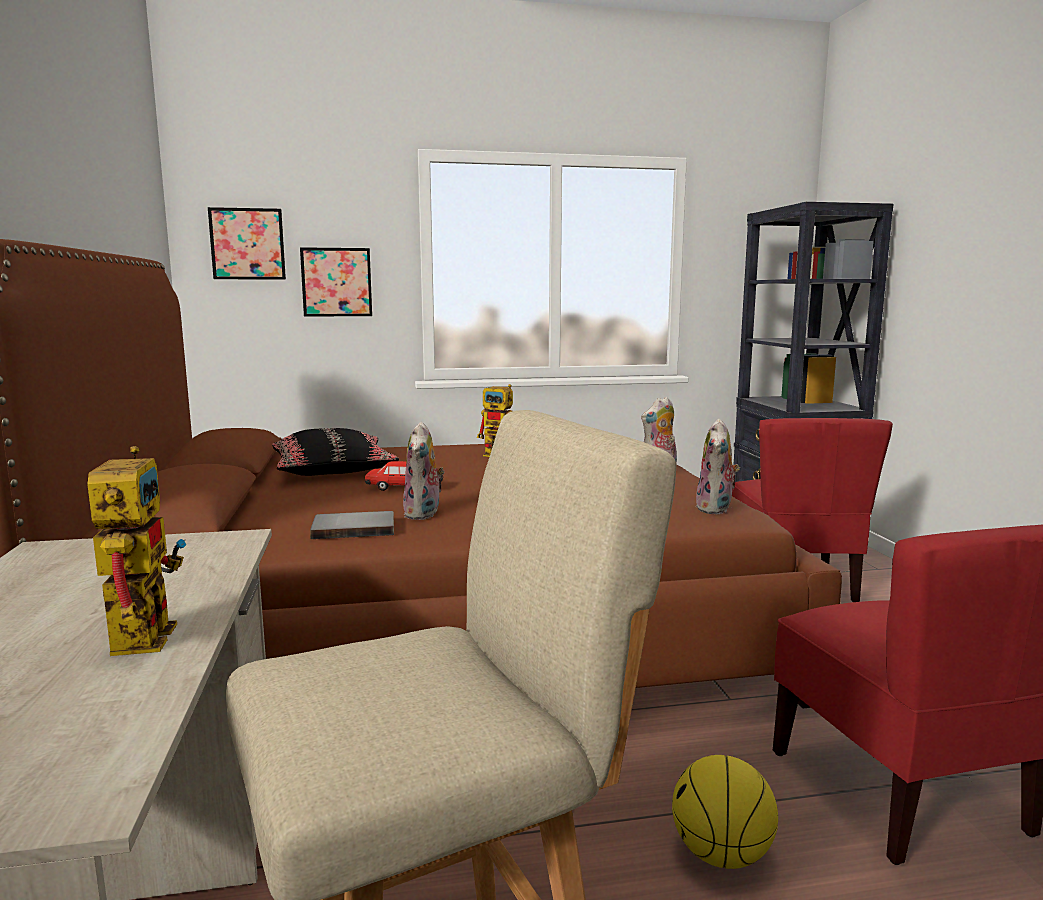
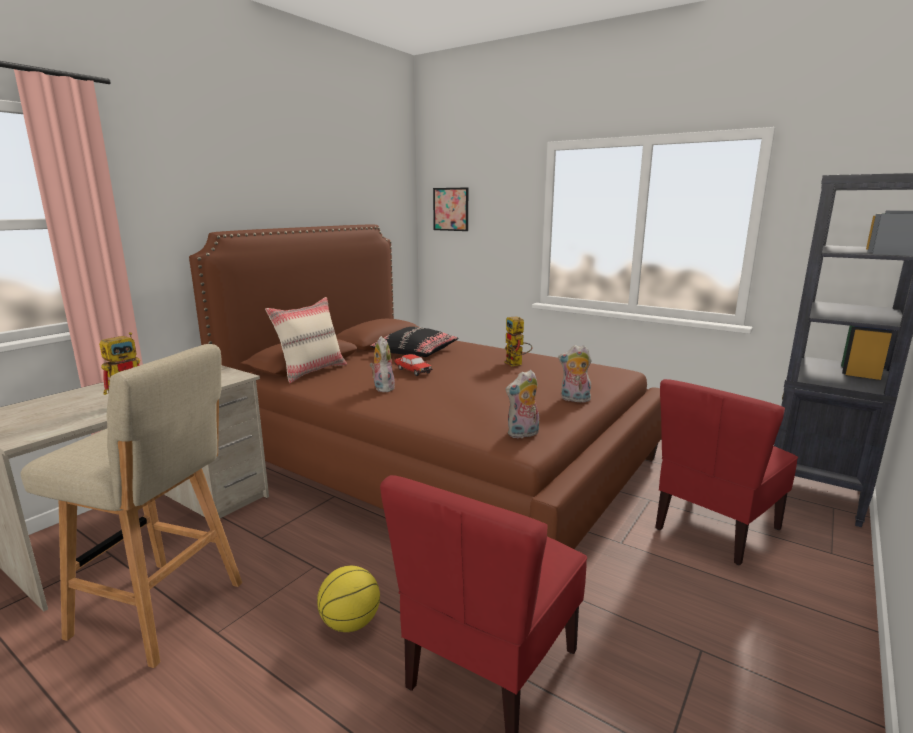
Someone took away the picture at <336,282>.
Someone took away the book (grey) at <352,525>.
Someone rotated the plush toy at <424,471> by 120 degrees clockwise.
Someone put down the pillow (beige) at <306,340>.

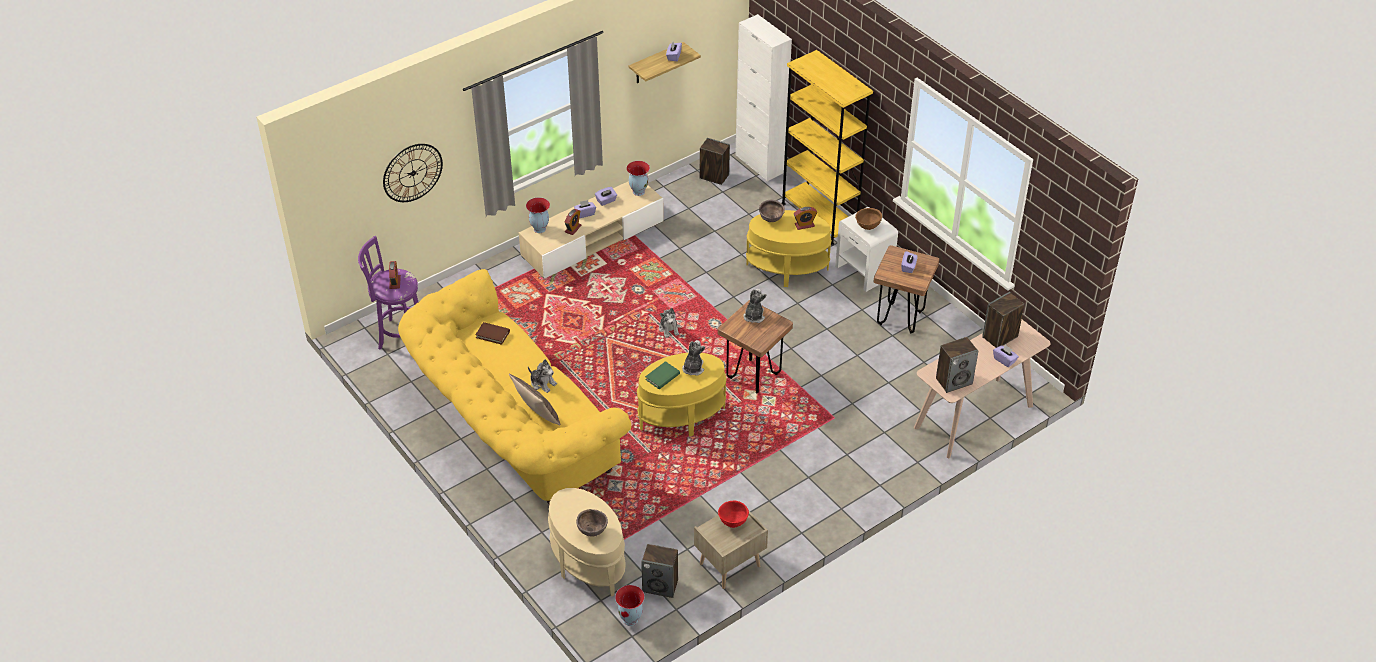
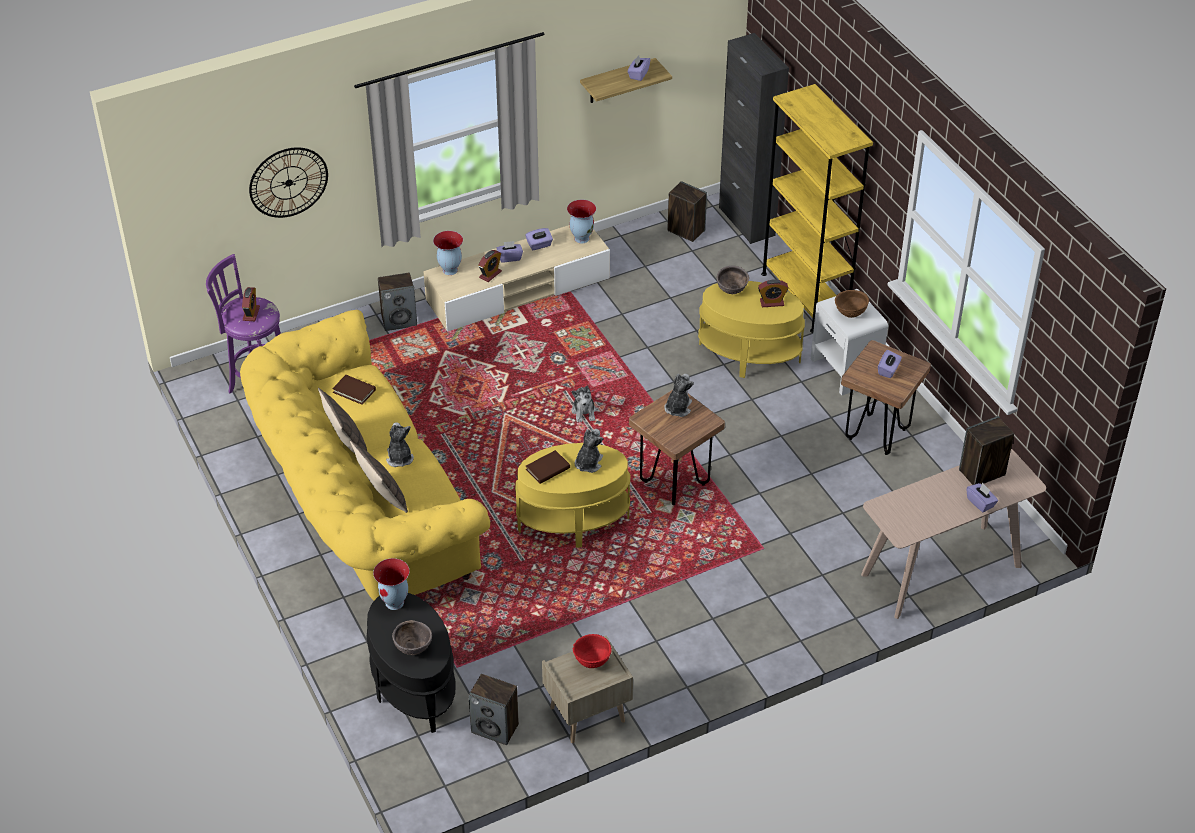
Someone rotated the plush toy at <542,376> by 150 degrees counterclockwise.
Someone repainted the side table (beige) at <587,542>, which became the side table (black) at <411,663>.
Someone carried the vase from <630,605> to <391,584>.
Someone repainted the book (green) at <662,375>, which became the book (brown) at <548,467>.
Someone repainted the cabinet (white) at <763,97>, which became the cabinet (black) at <754,138>.
Someone carried the speaker from <957,365> to <397,301>.
Someone put down the pillow at <342,421>.

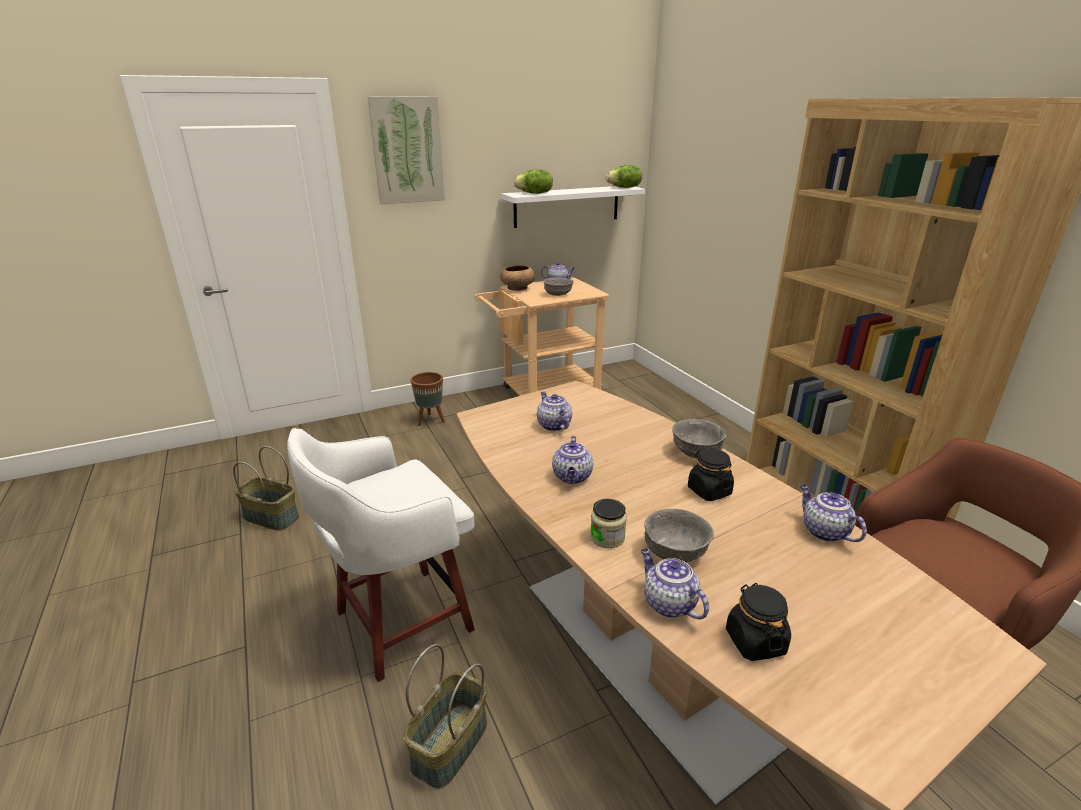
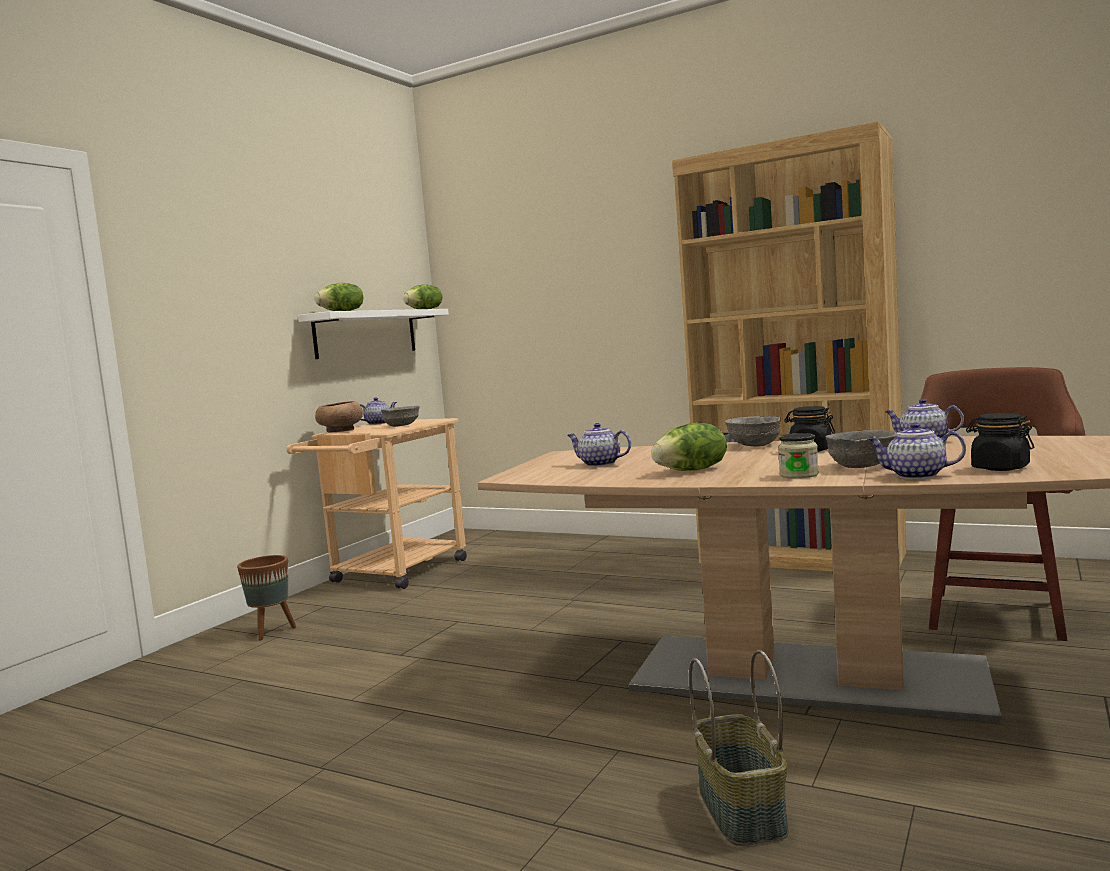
Someone took away the basket at <266,488>.
Someone took away the stool (white) at <381,555>.
Someone took away the picture at <406,150>.
Someone swapped the teapot at <572,460> for the lettuce at <689,446>.

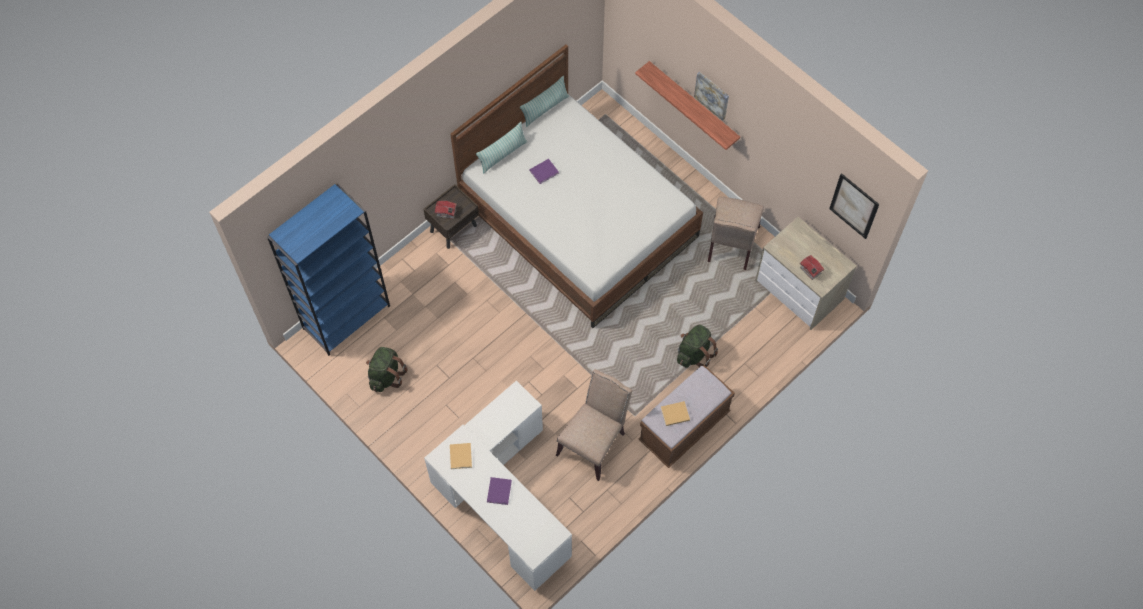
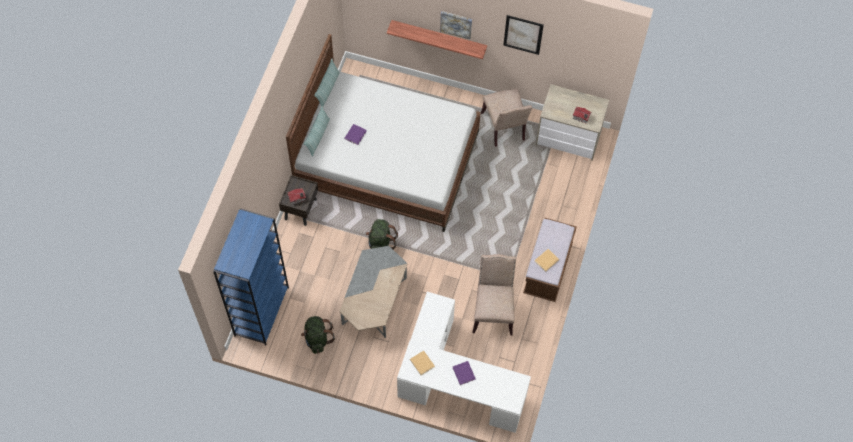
Someone carried the backpack (green) from <697,346> to <382,234>.
Someone carried the picture from <854,206> to <523,35>.
Someone put down the coffee table (grey) at <373,292>.

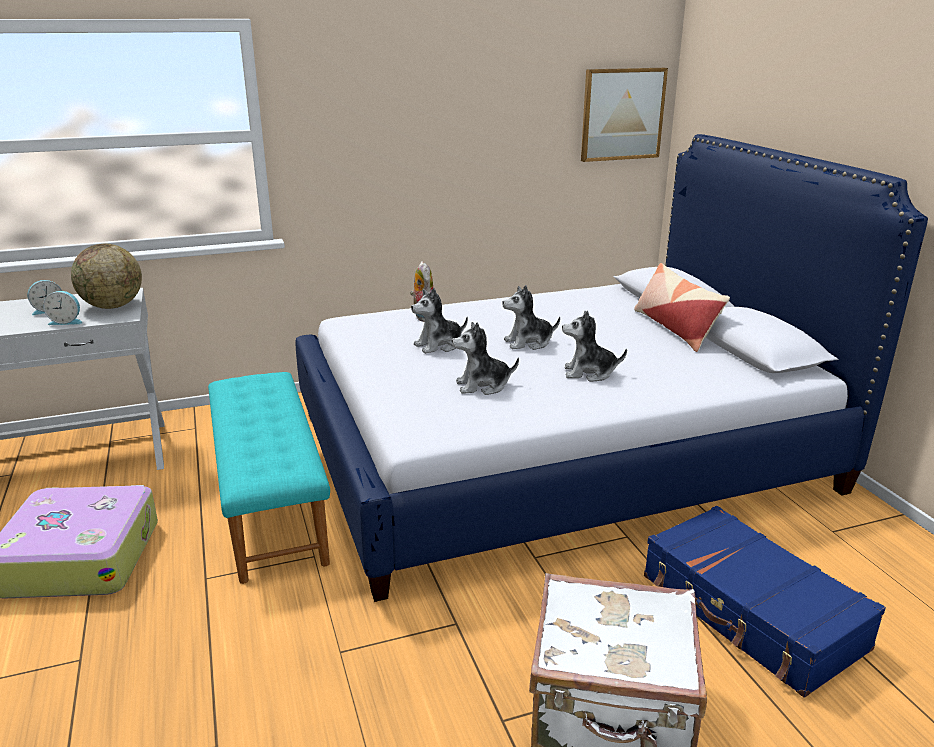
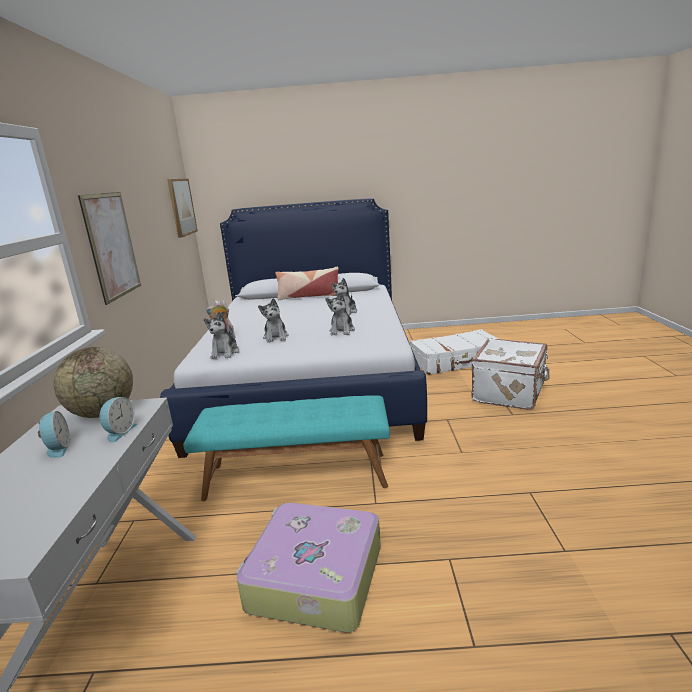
Someone carried the plush toy from <531,317> to <221,335>.
Someone repainted the suitcase (blue) at <765,602>, which became the suitcase (white) at <454,352>.
Someone put up the picture at <109,248>.

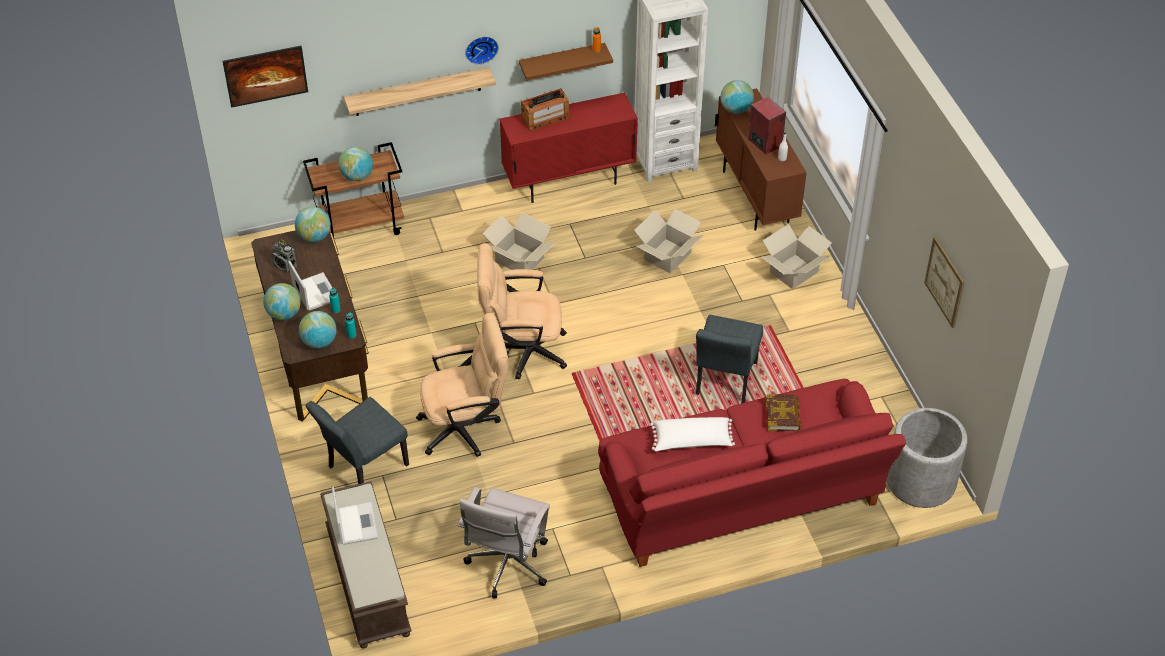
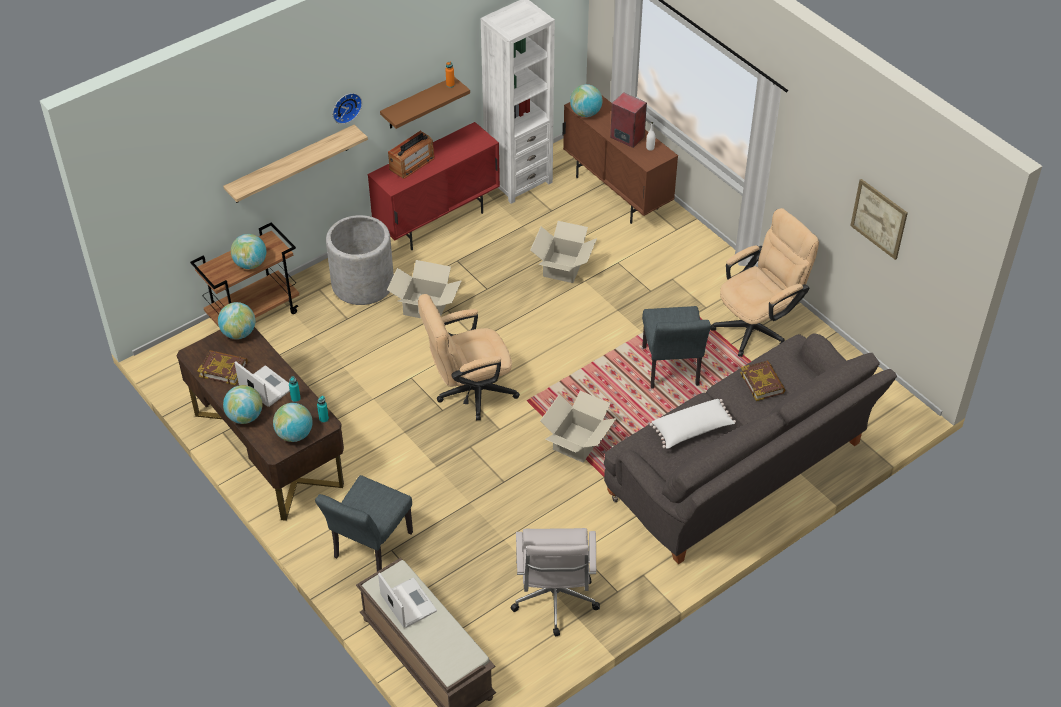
Someone took away the picture at <265,77>.
Someone swapped the radio at <284,256> for the book at <222,367>.
Someone carried the office chair (beige) from <462,385> to <765,282>.
Someone repainted the sofa (red) at <752,473>, which became the sofa (grey) at <750,448>.
Someone carried the cardboard box from <797,256> to <578,427>.
Someone carried the planter (grey) from <927,458> to <360,260>.

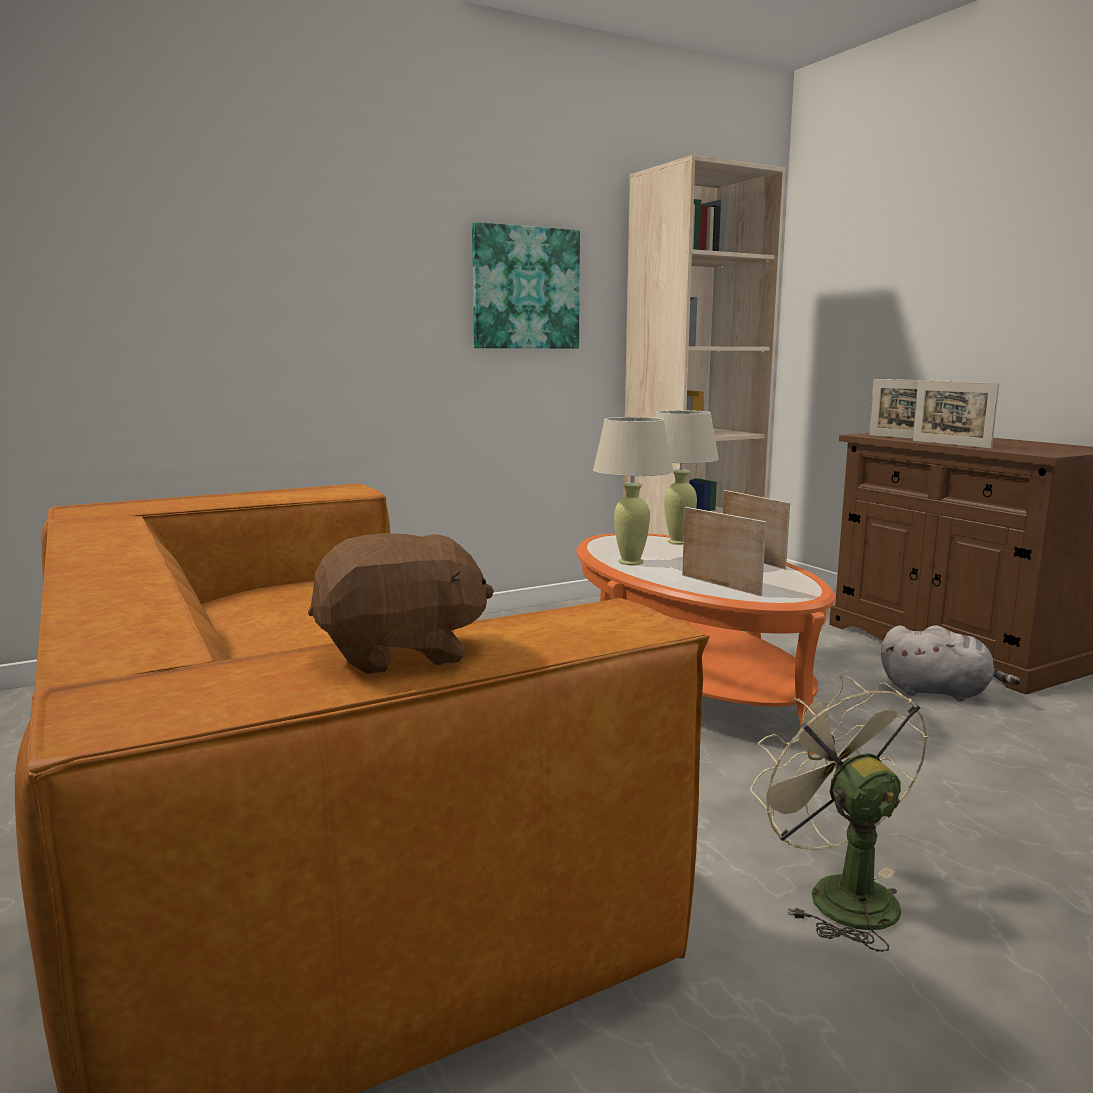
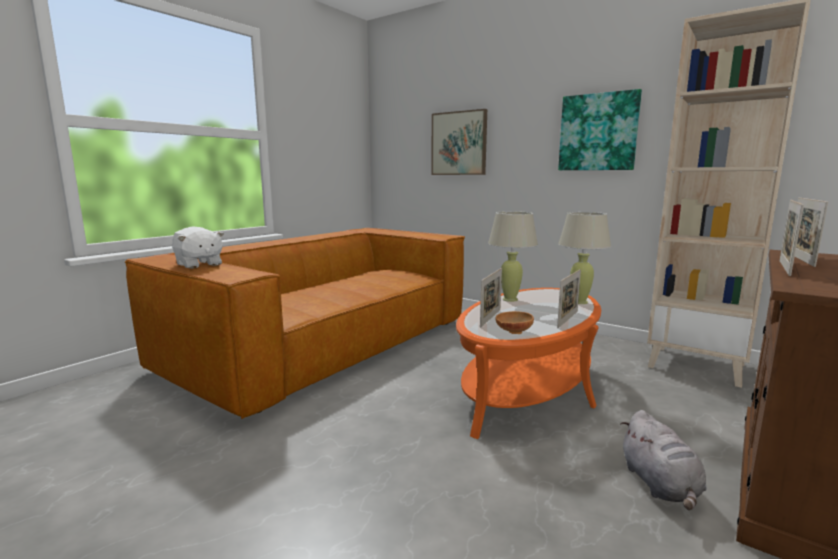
Someone repainted the plush toy (brown) at <401,603>, which became the plush toy (white) at <198,247>.
Someone took away the fan (beige) at <839,813>.
Someone put up the picture at <459,142>.
Someone put down the bowl (brown) at <514,322>.

